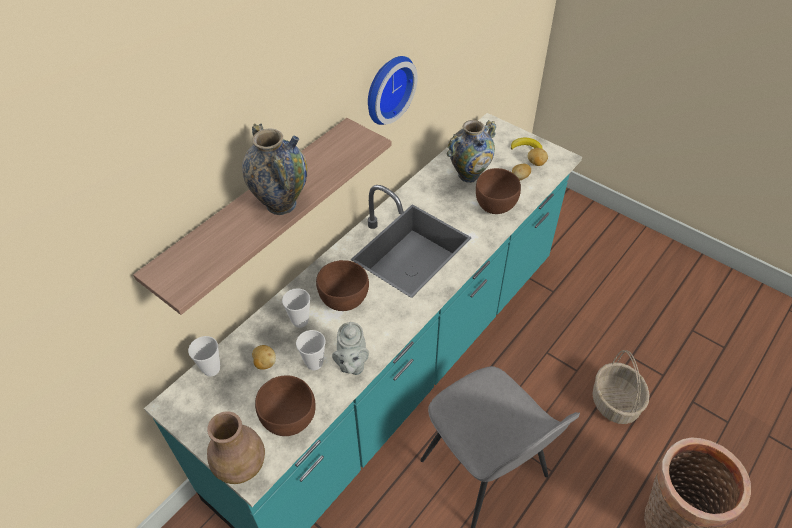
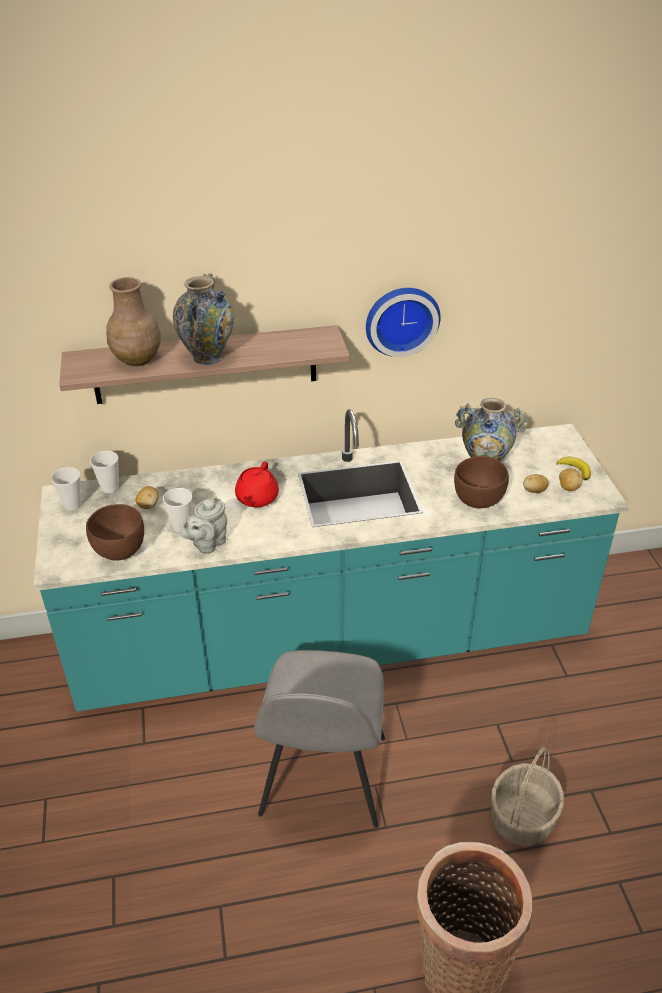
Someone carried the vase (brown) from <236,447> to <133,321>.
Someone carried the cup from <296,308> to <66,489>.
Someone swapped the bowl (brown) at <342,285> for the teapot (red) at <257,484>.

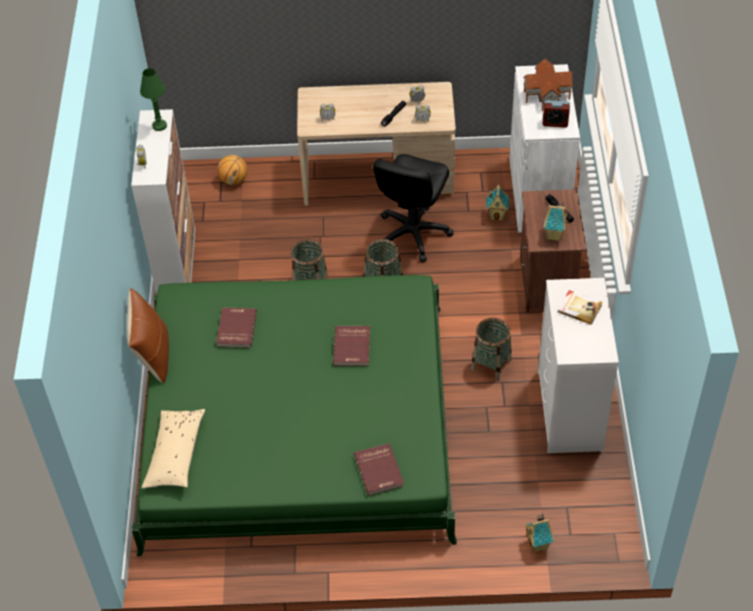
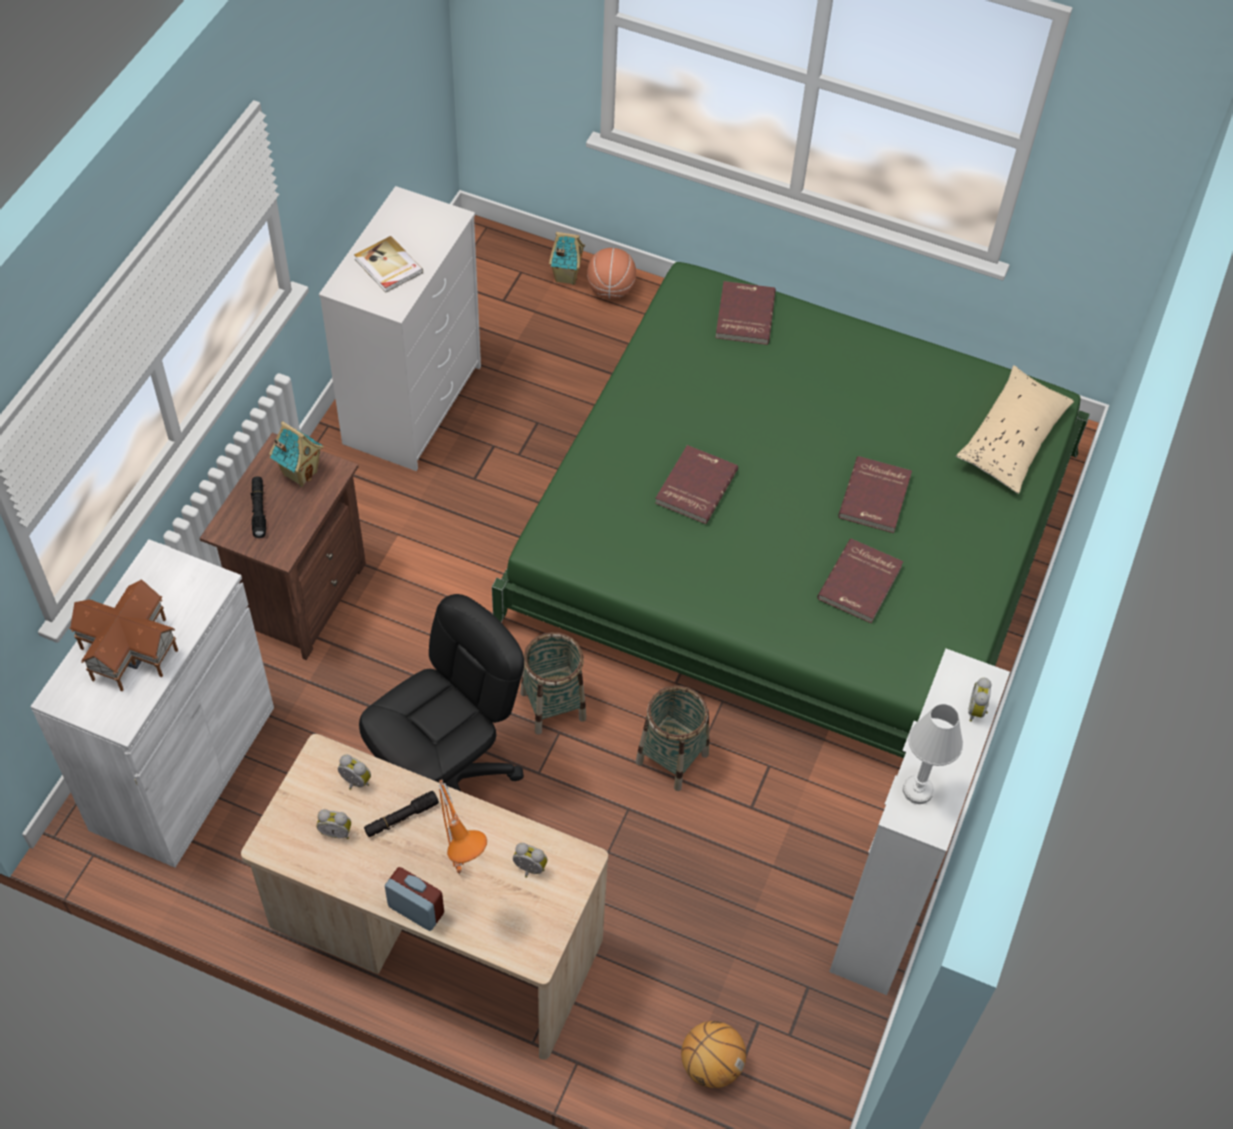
Someone took away the pillow (brown) at <148,336>.
Someone repainted the table lamp (green) at <153,99>, which became the table lamp (white) at <933,754>.
Someone took away the basket at <491,349>.
Someone took away the toy house at <497,203>.
Someone carried the alarm clock from <556,114> to <414,899>.
Someone put down the table lamp (orange) at <463,827>.
Someone put down the basketball at <611,273>.
Someone put down the book (red) at <875,494>.

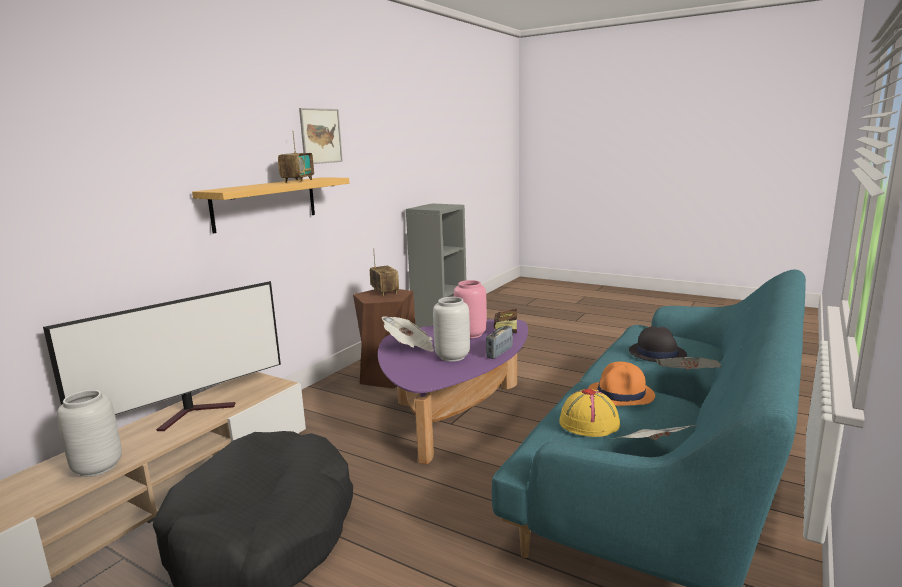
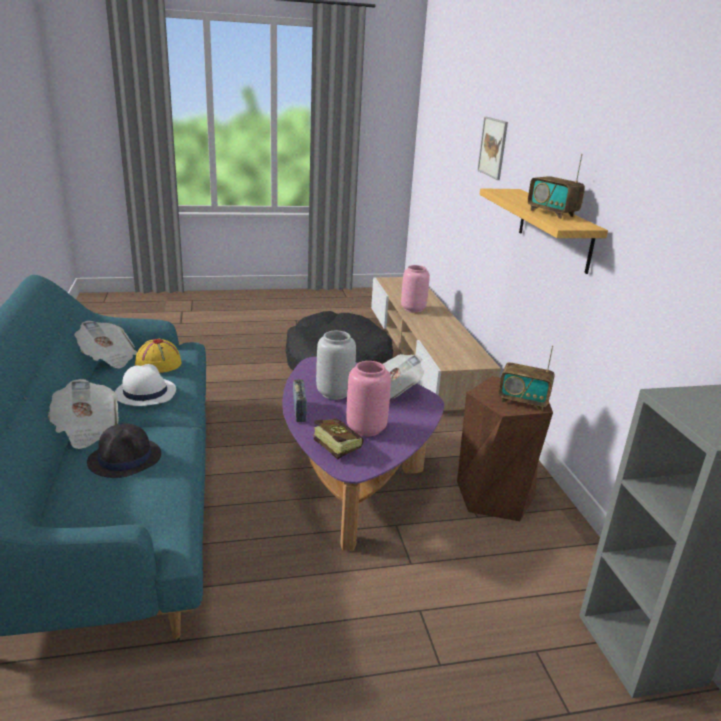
Someone took away the television at <162,356>.
Someone repainted the vase (grey) at <89,433>, which became the vase (pink) at <415,289>.
Someone carried the picture from <321,136> to <492,148>.
Someone repainted the hat (orange) at <621,384>, which became the hat (white) at <145,385>.

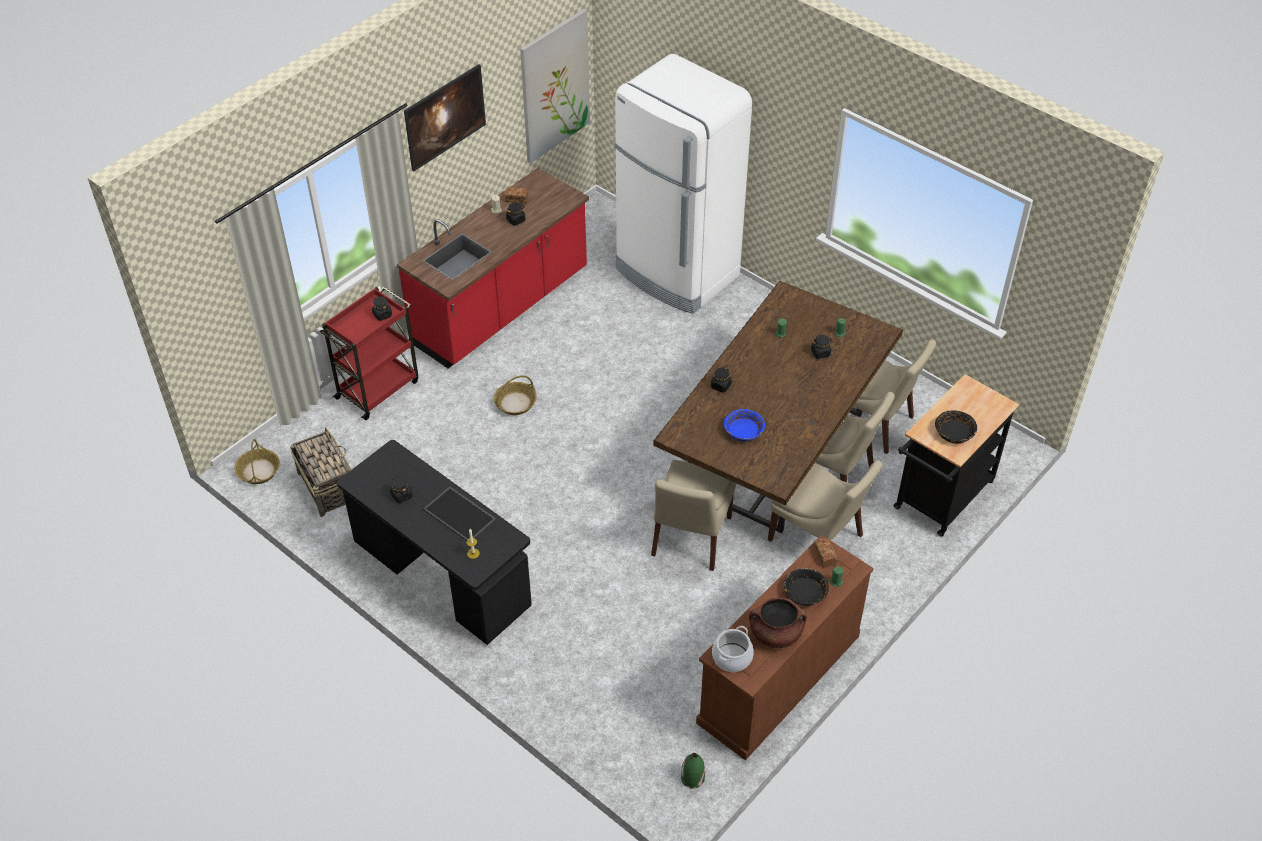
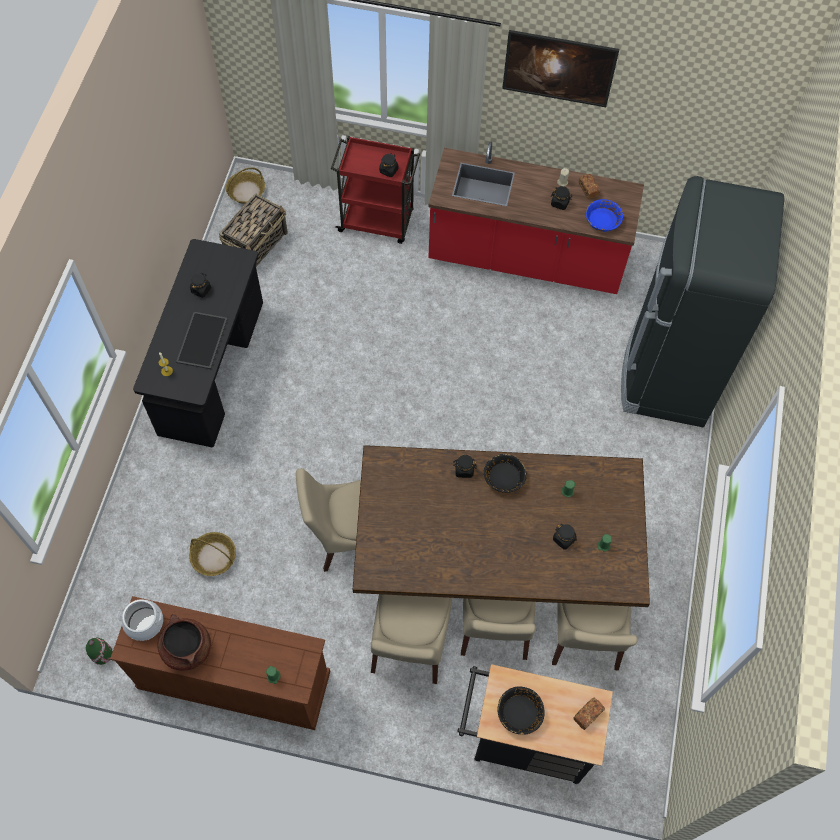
Someone carried the basket from <515,395> to <212,554>.
Someone took away the picture at <555,86>.
Someone repainted the fridge (white) at <683,184>, which became the fridge (black) at <702,301>.
Someone carried the bowl (blue) from <744,425> to <604,215>.
Someone carried the bowl (black) from <806,587> to <505,473>.
Someone carried the bread from <825,552> to <589,714>.

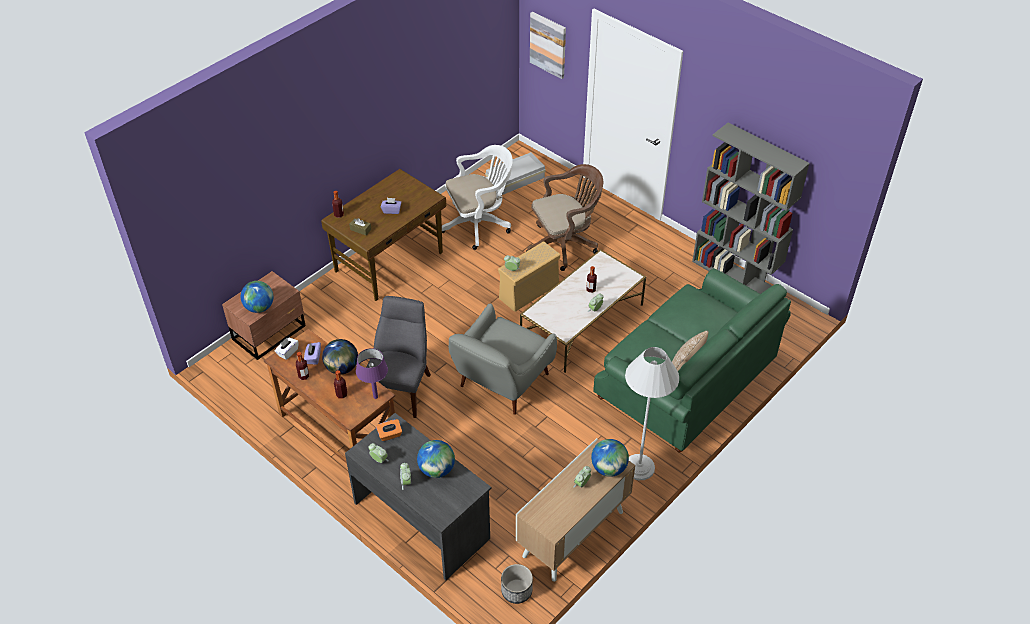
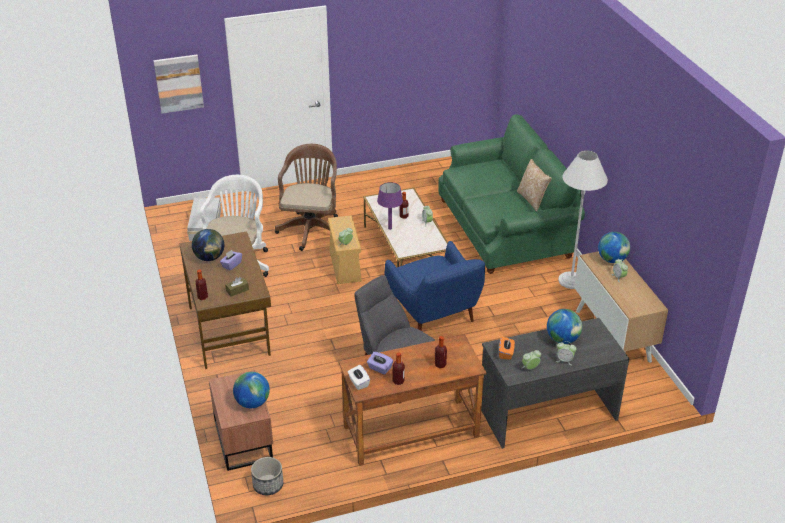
Someone carried the globe from <340,357> to <208,245>.
Someone carried the table lamp (purple) from <372,373> to <390,206>.
Someone repainted the armchair (grey) at <502,359>, which became the armchair (blue) at <435,286>.
Someone carried the planter from <517,584> to <267,476>.
Someone took away the bookcase (grey) at <751,208>.

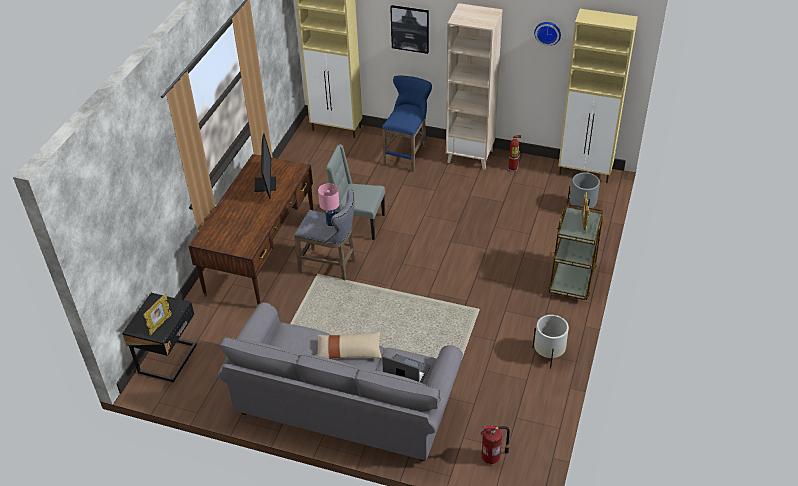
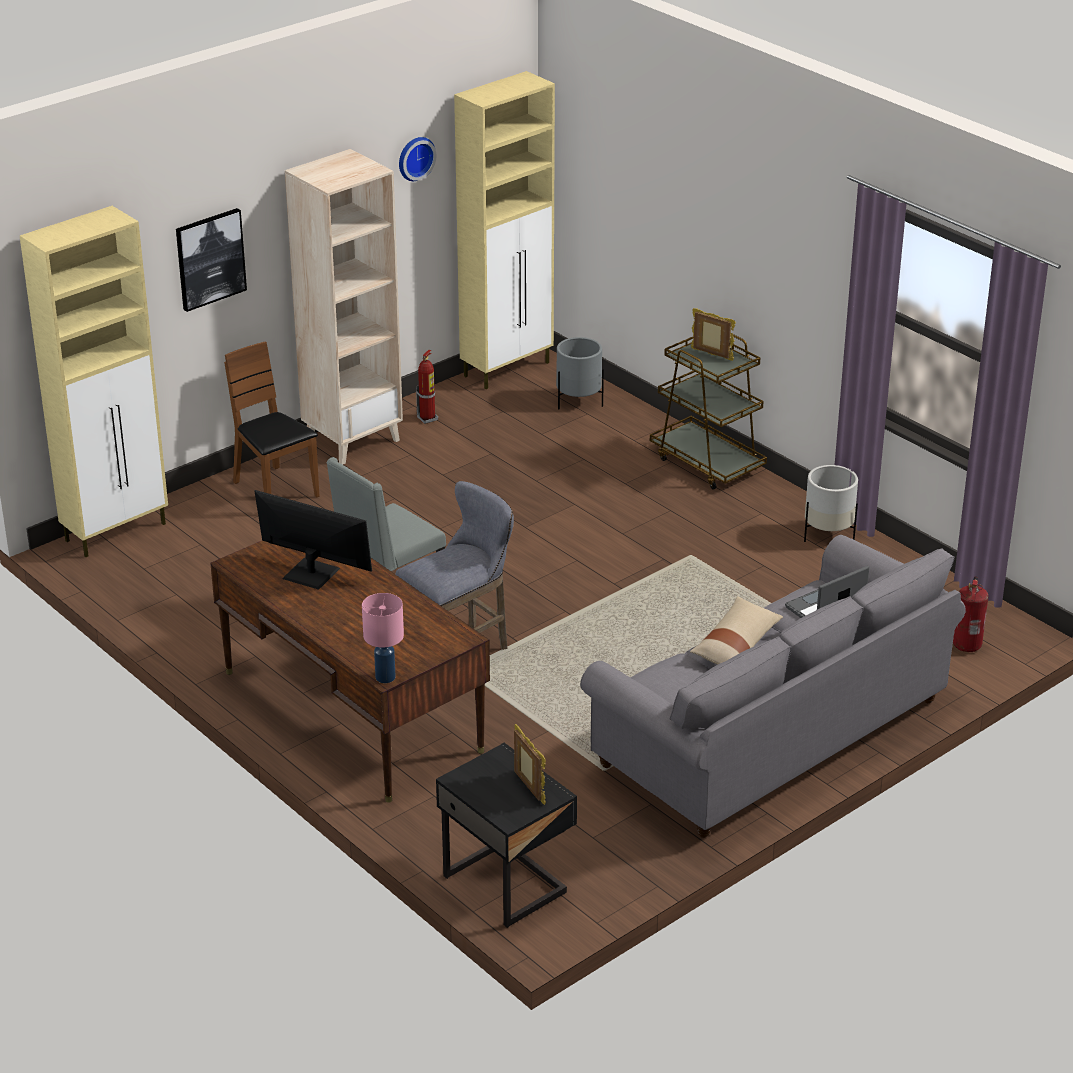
Someone carried the table lamp (pink) from <328,204> to <383,638>.
Someone swapped the stool (blue) at <407,124> for the chair (brown) at <271,419>.

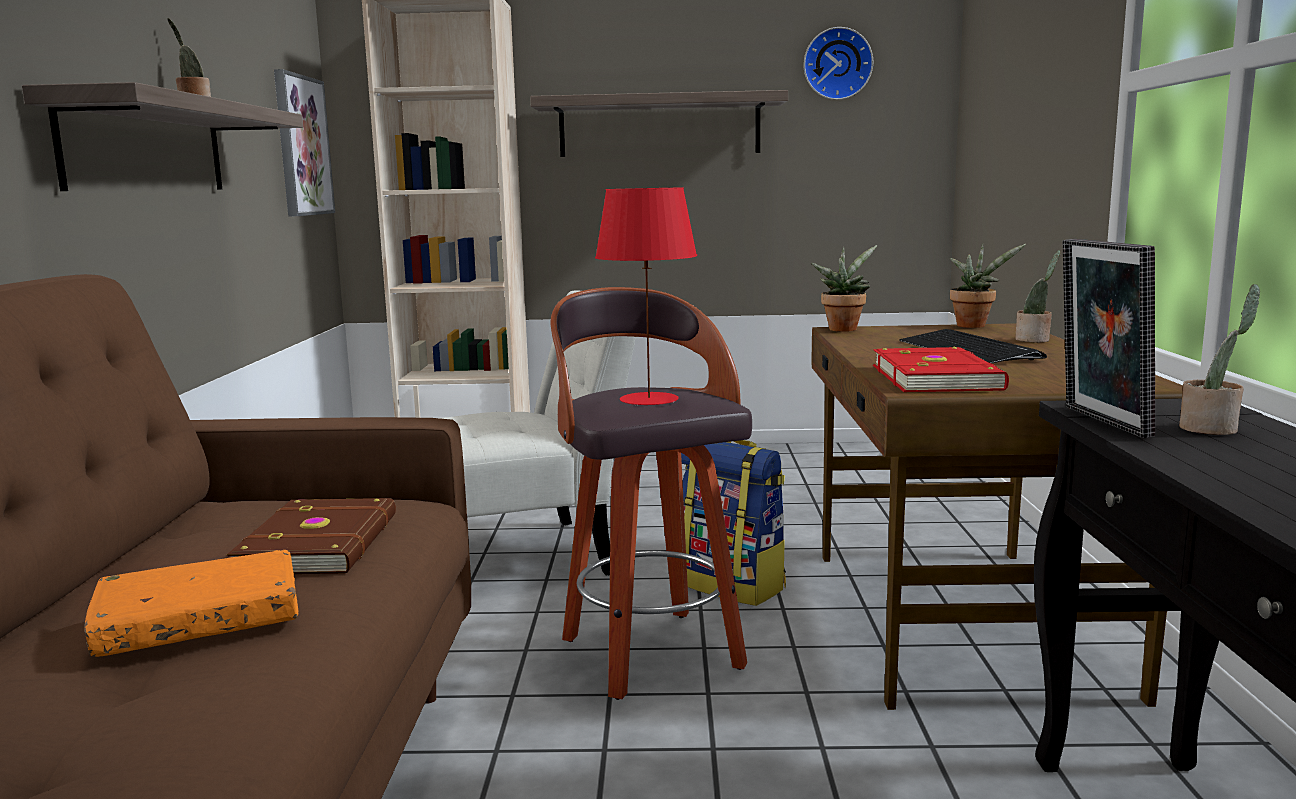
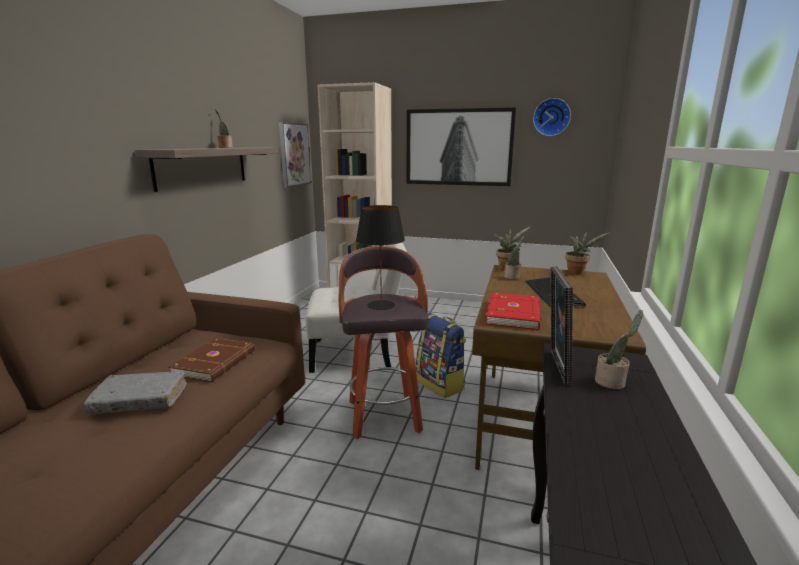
Someone repainted the book (orange) at <191,603>, which became the book (grey) at <135,392>.
Someone swapped the shelf at <659,123> for the picture at <461,146>.
Someone repainted the table lamp (red) at <646,296>, which became the table lamp (black) at <380,257>.
Someone carried the potted plant from <1038,296> to <514,257>.

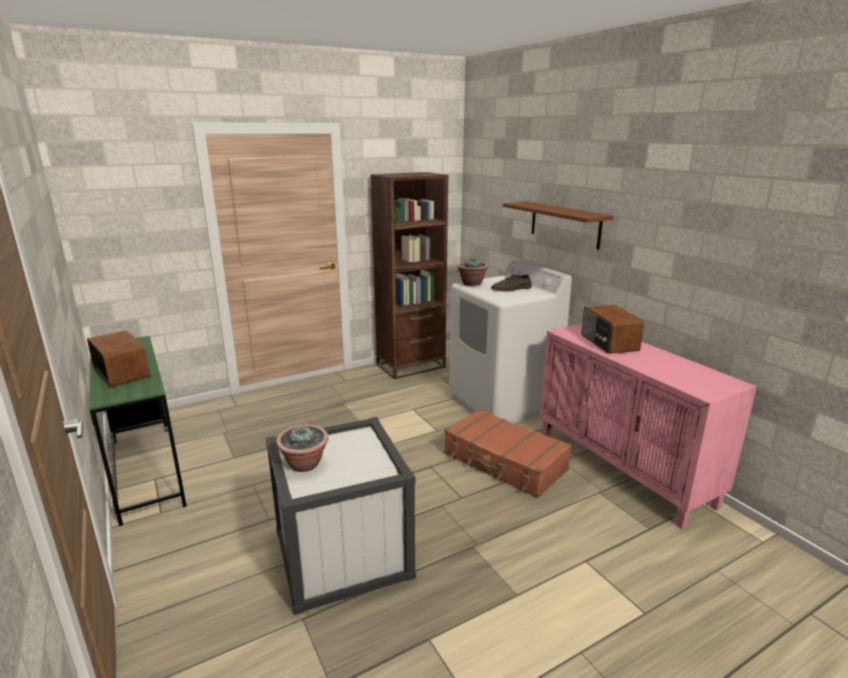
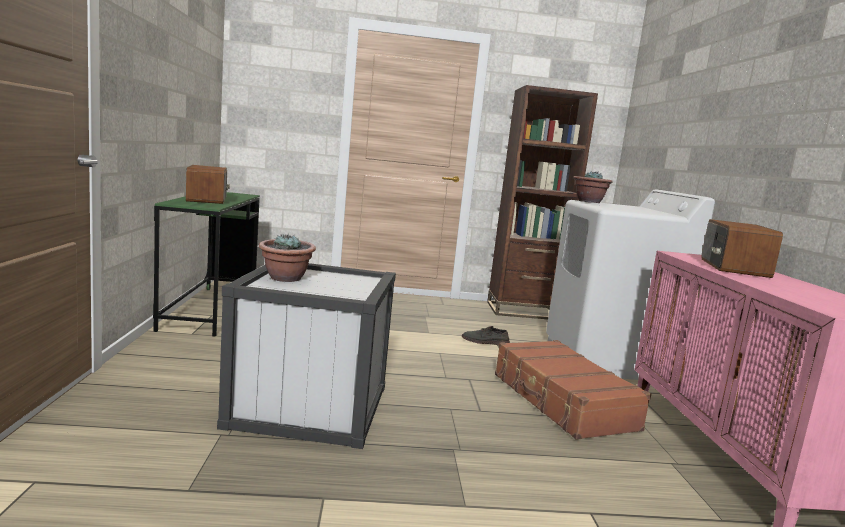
Someone carried the shoe (grey) from <511,282> to <486,335>.
Someone took away the shelf (brown) at <558,225>.

